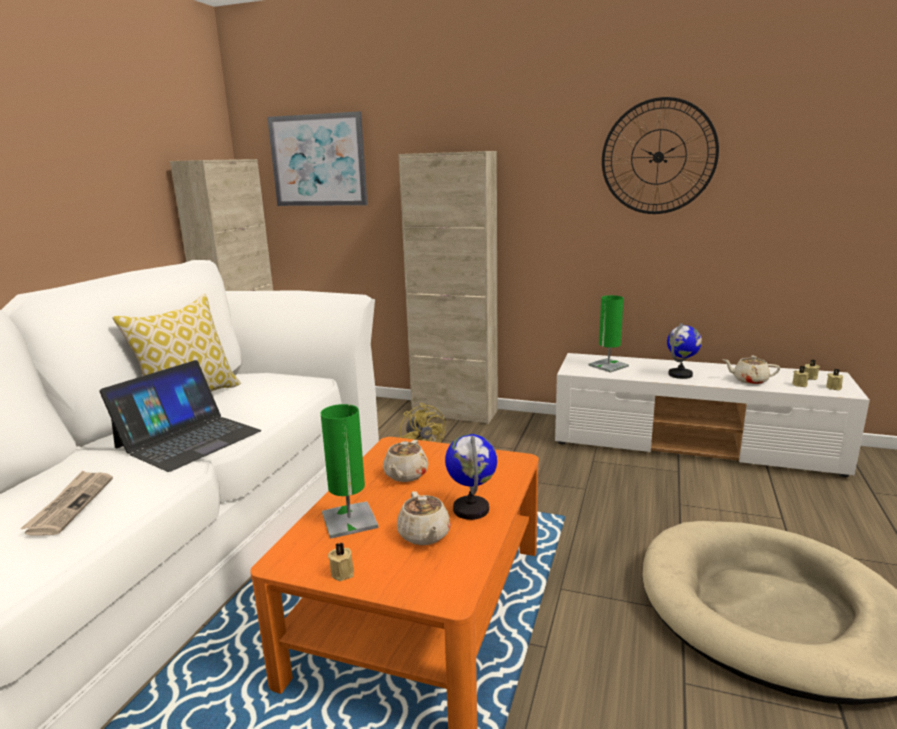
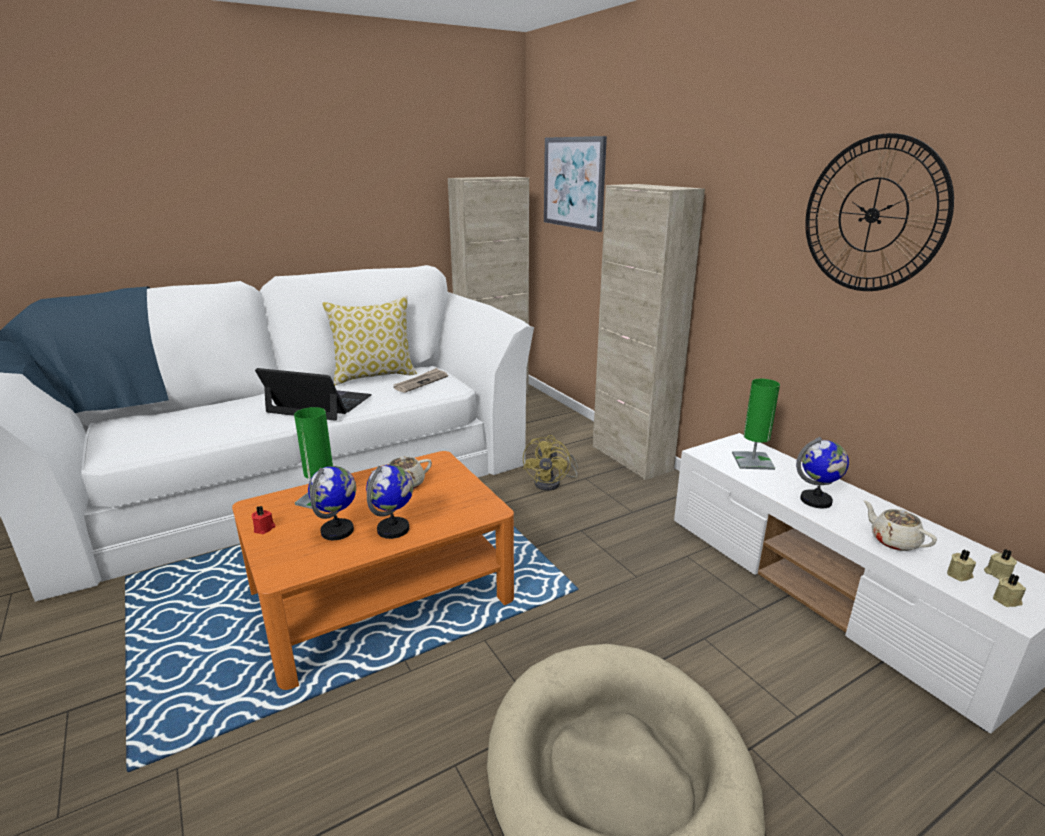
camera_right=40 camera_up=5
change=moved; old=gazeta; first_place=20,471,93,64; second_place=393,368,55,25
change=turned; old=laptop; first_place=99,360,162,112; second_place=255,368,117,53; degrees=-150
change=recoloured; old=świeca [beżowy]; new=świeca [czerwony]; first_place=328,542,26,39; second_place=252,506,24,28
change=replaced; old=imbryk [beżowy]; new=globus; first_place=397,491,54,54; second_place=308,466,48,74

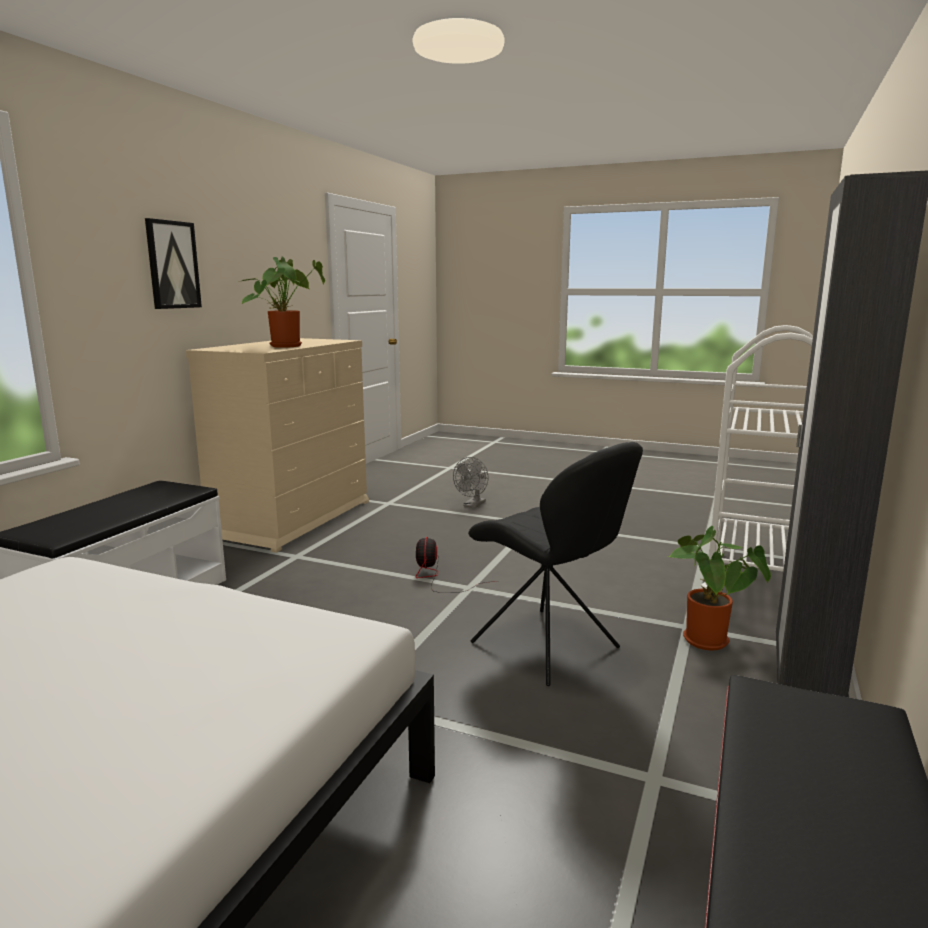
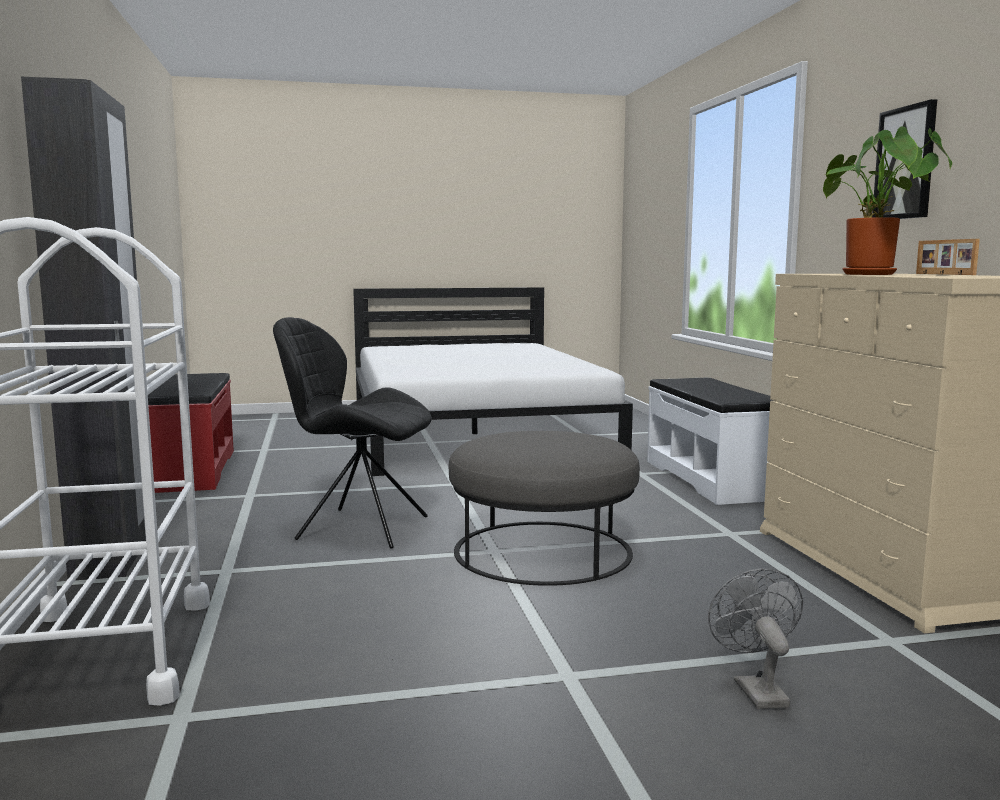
camera_right=145 camera_up=-5
change=replaced; old=wentylator; new=pufa [szary]; first_place=416,537,70,56; second_place=449,431,191,155
change=removed; old=roślina doniczkowa; first_place=668,526,103,124
change=added; new=ramka na zdjęcie; second_place=916,239,64,36

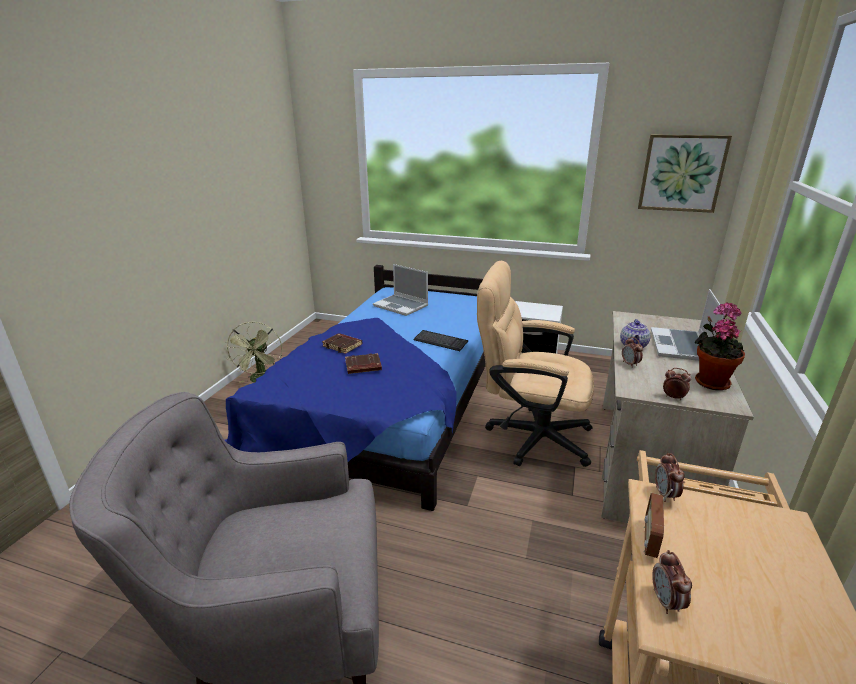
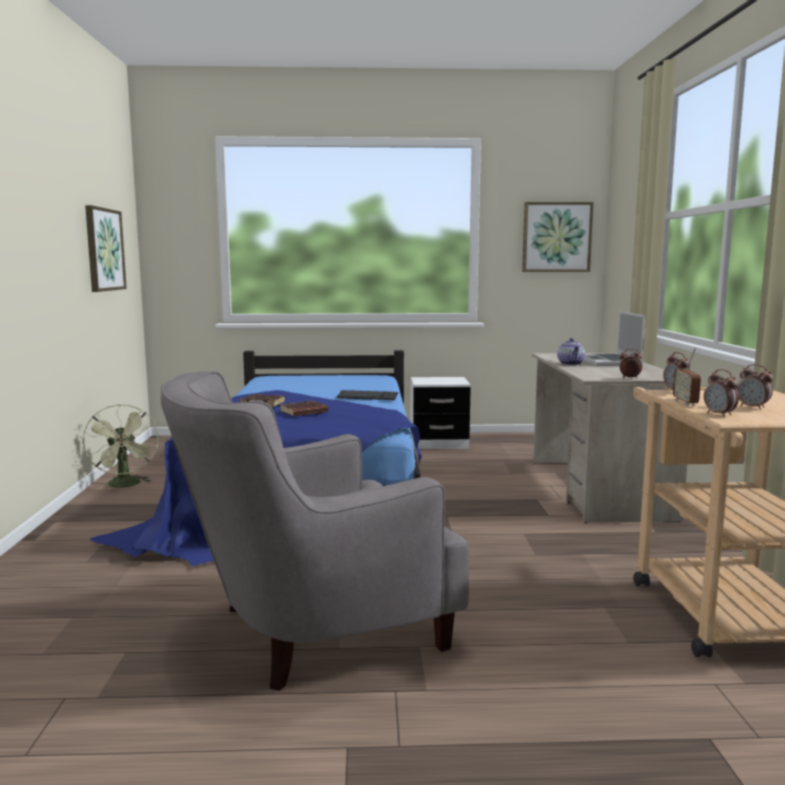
camera_right=-20 camera_up=-15
change=removed; old=laptop; first_place=373,264,55,52
change=removed; old=krzesło biurowe [beżowy]; first_place=477,261,117,206
change=moved; old=budzik; first_place=622,337,21,31; second_place=737,364,36,46
change=removed; old=roślina doniczkowa; first_place=695,302,50,88
change=added; new=obraz; second_place=85,205,42,87

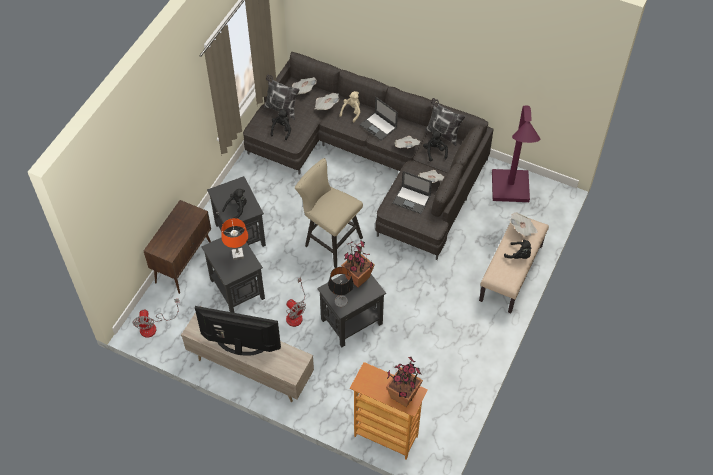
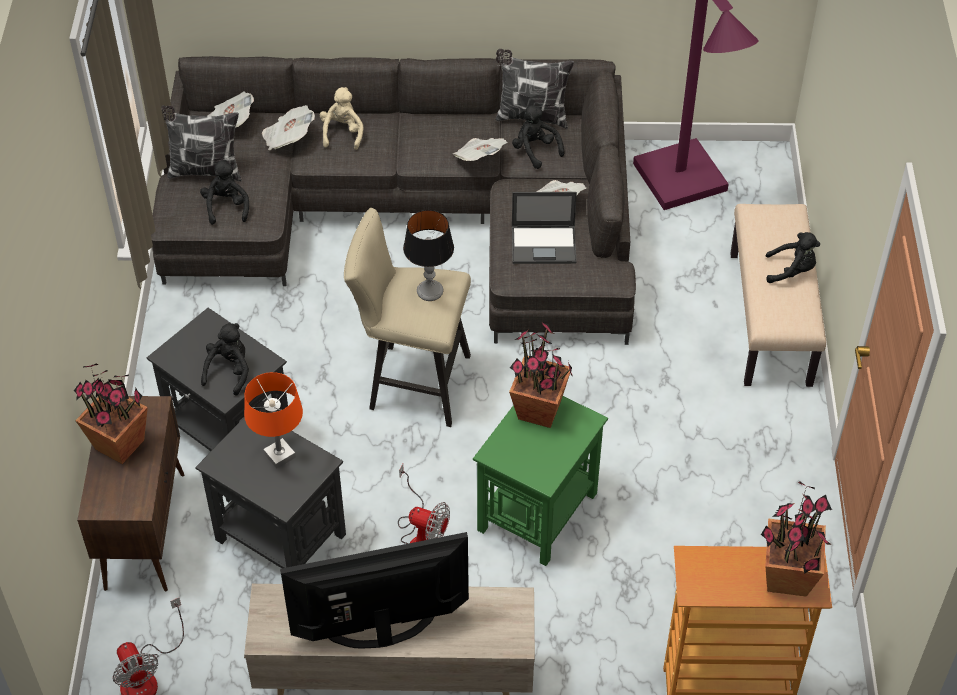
camera_right=-25 camera_up=-5
change=recoloured; old=stolik [czarny]; new=stolik [zielony]; first_place=317,274,69,73; second_place=473,396,135,170
change=moved; old=lampa stołowa; first_place=328,267,26,40; second_place=403,210,51,91
change=removed; old=laptop; first_place=360,97,38,44
change=removed; old=gazeta; first_place=510,213,28,24
change=added; new=roślina doniczkowa; second_place=74,363,74,101

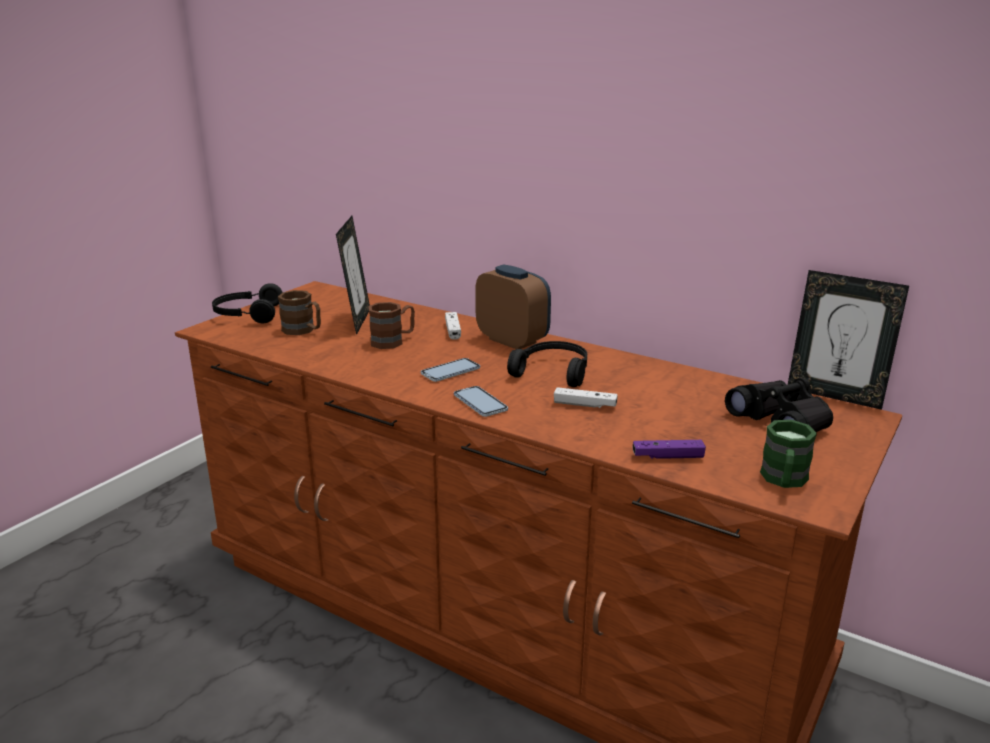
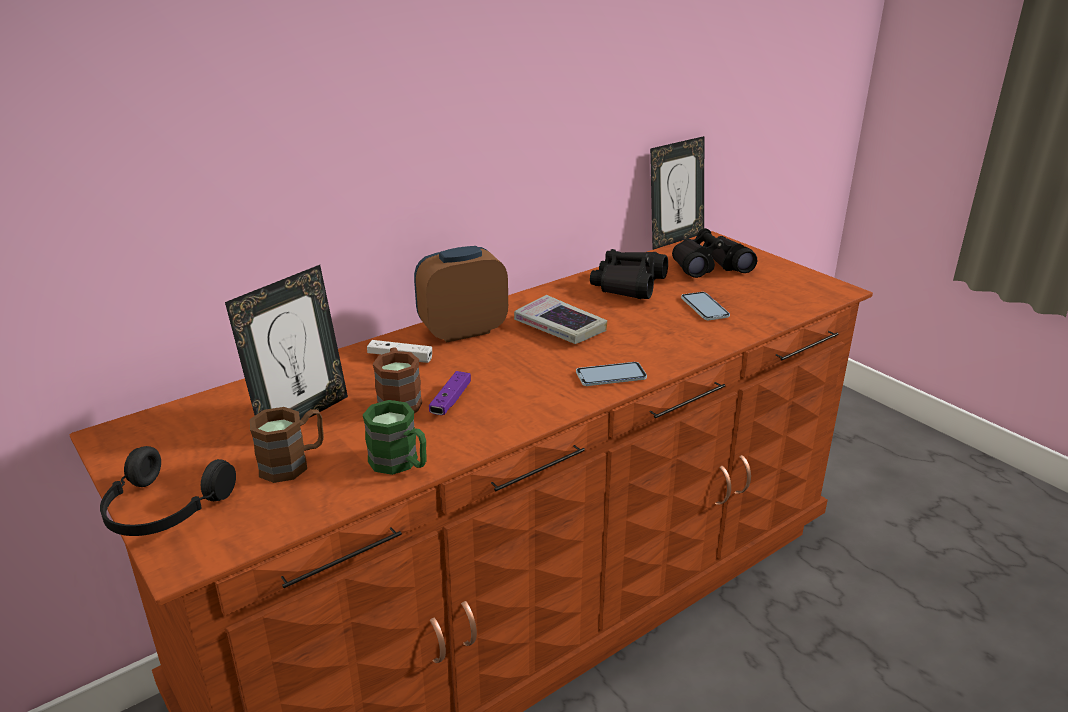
camera_right=-70 camera_up=5
change=turned; old=ramka na zdjęcie; first_place=336,216,34,119; second_place=225,265,123,155; degrees=105
change=moved; old=telefon; first_place=421,358,59,24; second_place=681,292,49,28
change=replaced; old=słuchawki [czarny]; new=książka; first_place=507,341,80,46; second_place=514,295,93,49
change=removed; old=pad do gier [biały]; first_place=554,387,64,21
change=moved; old=pad do gier [fioletowy]; first_place=633,440,73,19; second_place=429,371,42,44
change=moved; old=kubek [zielony]; first_place=760,420,57,68; second_place=363,400,63,75
change=added; new=lornetka [czarny]; second_place=590,249,78,50

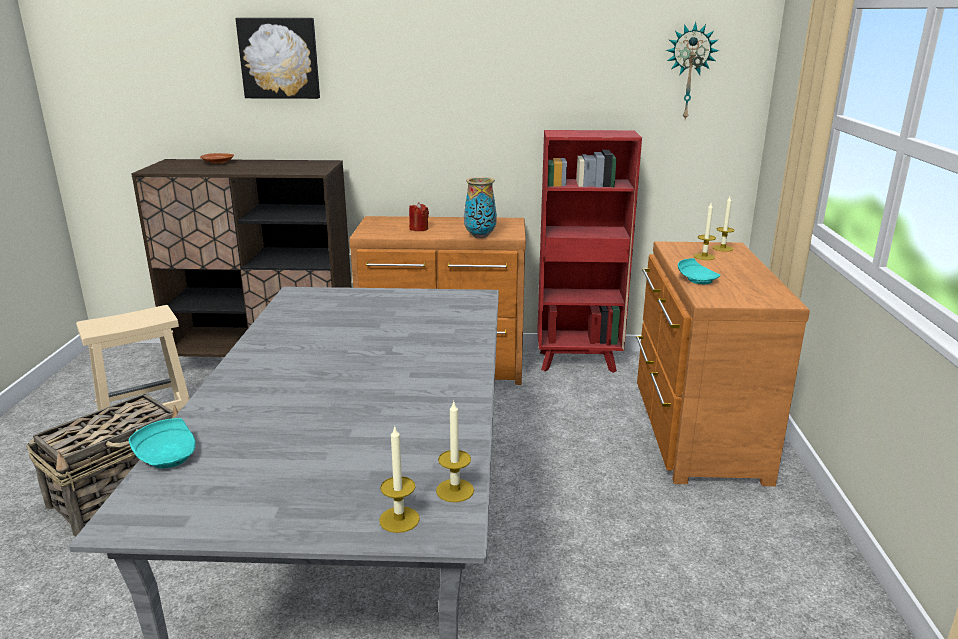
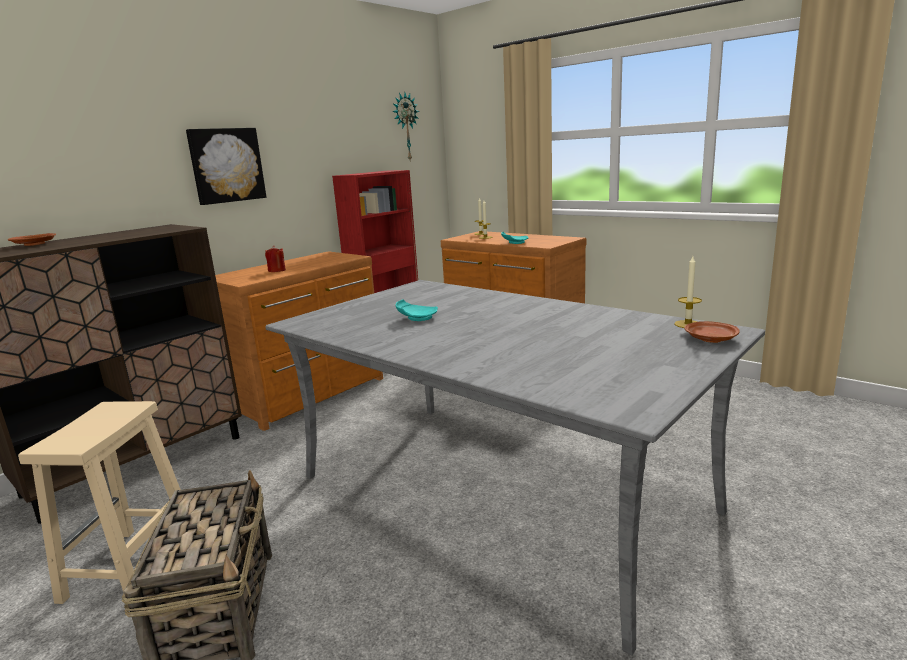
camera_right=-50 camera_up=-5
change=moved; old=talerz [turkusowy]; first_place=129,418,67,50; second_place=395,299,43,22
change=moved; old=obraz; first_place=236,18,84,81; second_place=186,128,80,77
change=replaced; old=świeca; new=talerz [brązowy]; first_place=379,425,41,108; second_place=685,321,55,22
change=removed; old=wazon; first_place=464,177,33,61

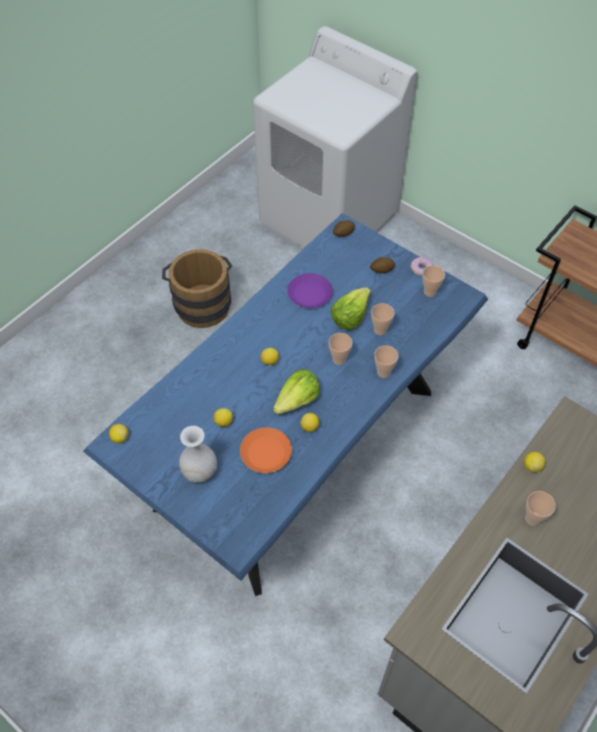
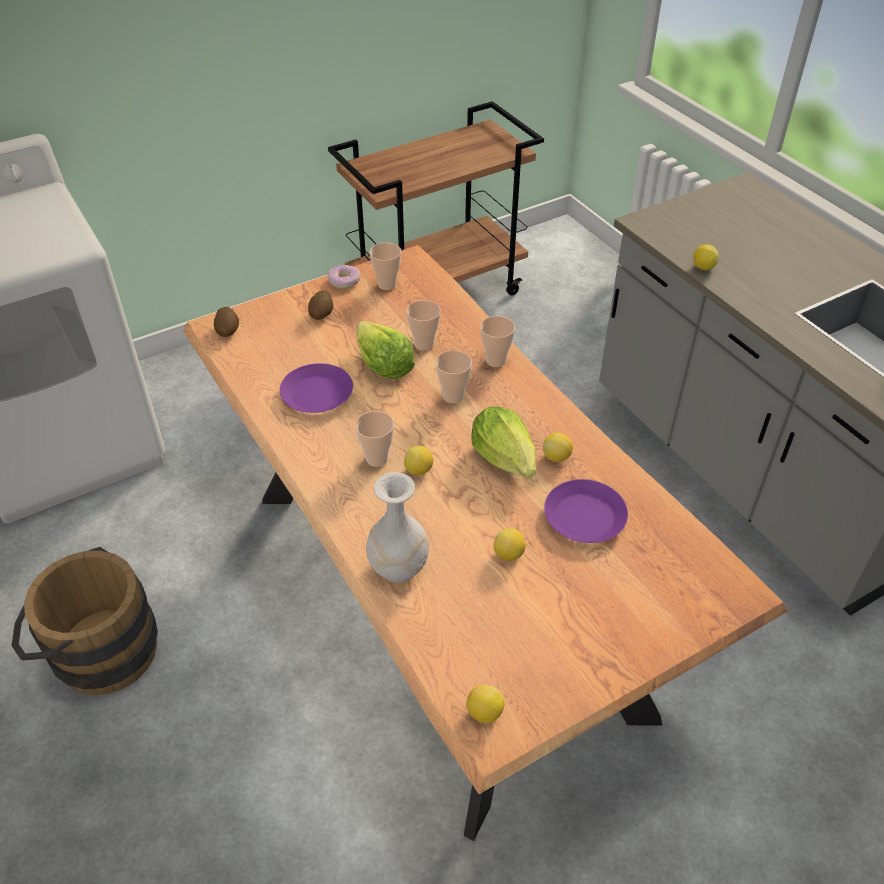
camera_right=-70 camera_up=-10
change=recoloured; old=stół jadalny [niebieski]; new=stół jadalny [brązowy]; first_place=83,213,405,383; second_place=183,245,605,596
change=moved; old=wazon [biały]; first_place=179,426,38,57; second_place=366,472,63,110
change=recoloured; old=talerz [pomarańczowy]; new=talerz [fioletowy]; first_place=240,427,52,46; second_place=544,479,84,64
change=moved; old=filiżanka; first_place=525,491,31,35; second_place=355,411,39,56

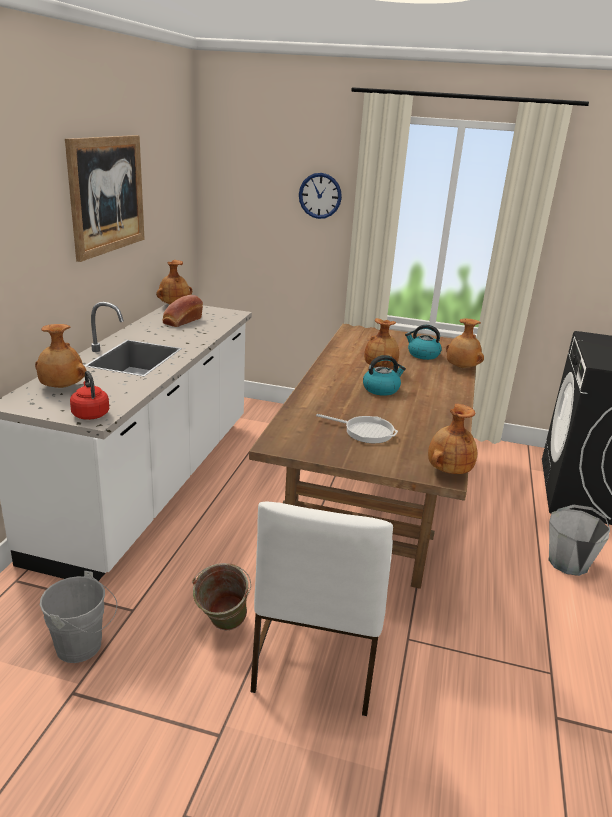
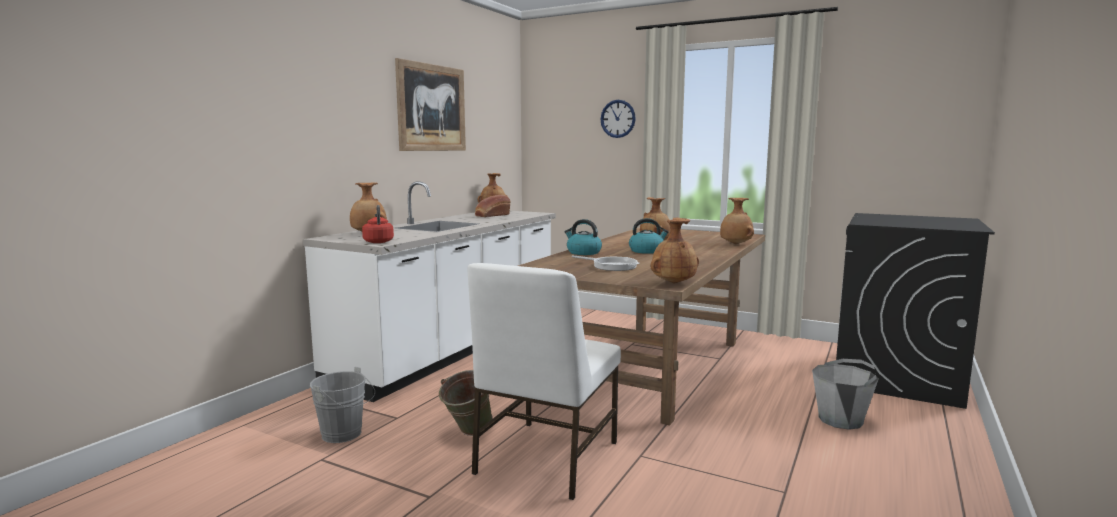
camera_right=15 camera_up=-15
change=moved; old=czajnik; first_place=405,325,37,35; second_place=565,219,37,36

